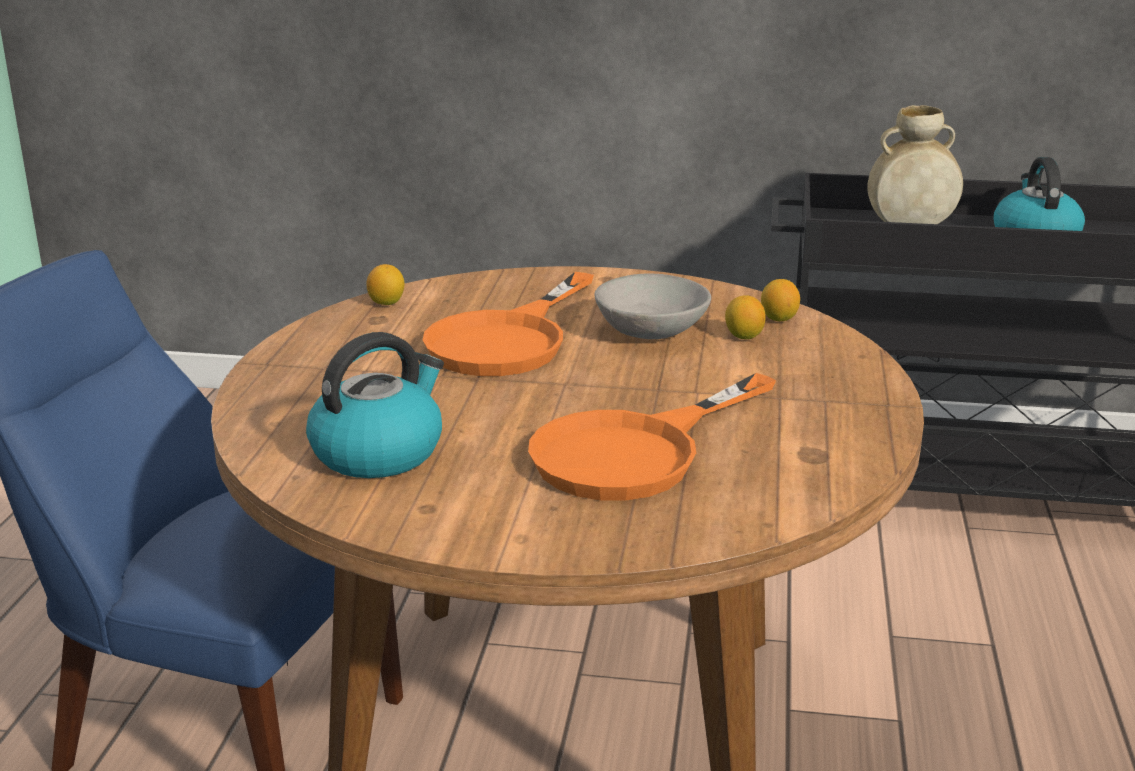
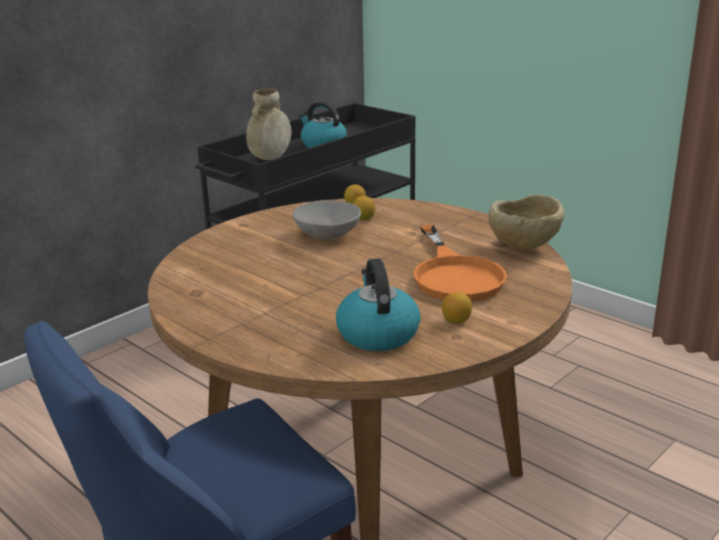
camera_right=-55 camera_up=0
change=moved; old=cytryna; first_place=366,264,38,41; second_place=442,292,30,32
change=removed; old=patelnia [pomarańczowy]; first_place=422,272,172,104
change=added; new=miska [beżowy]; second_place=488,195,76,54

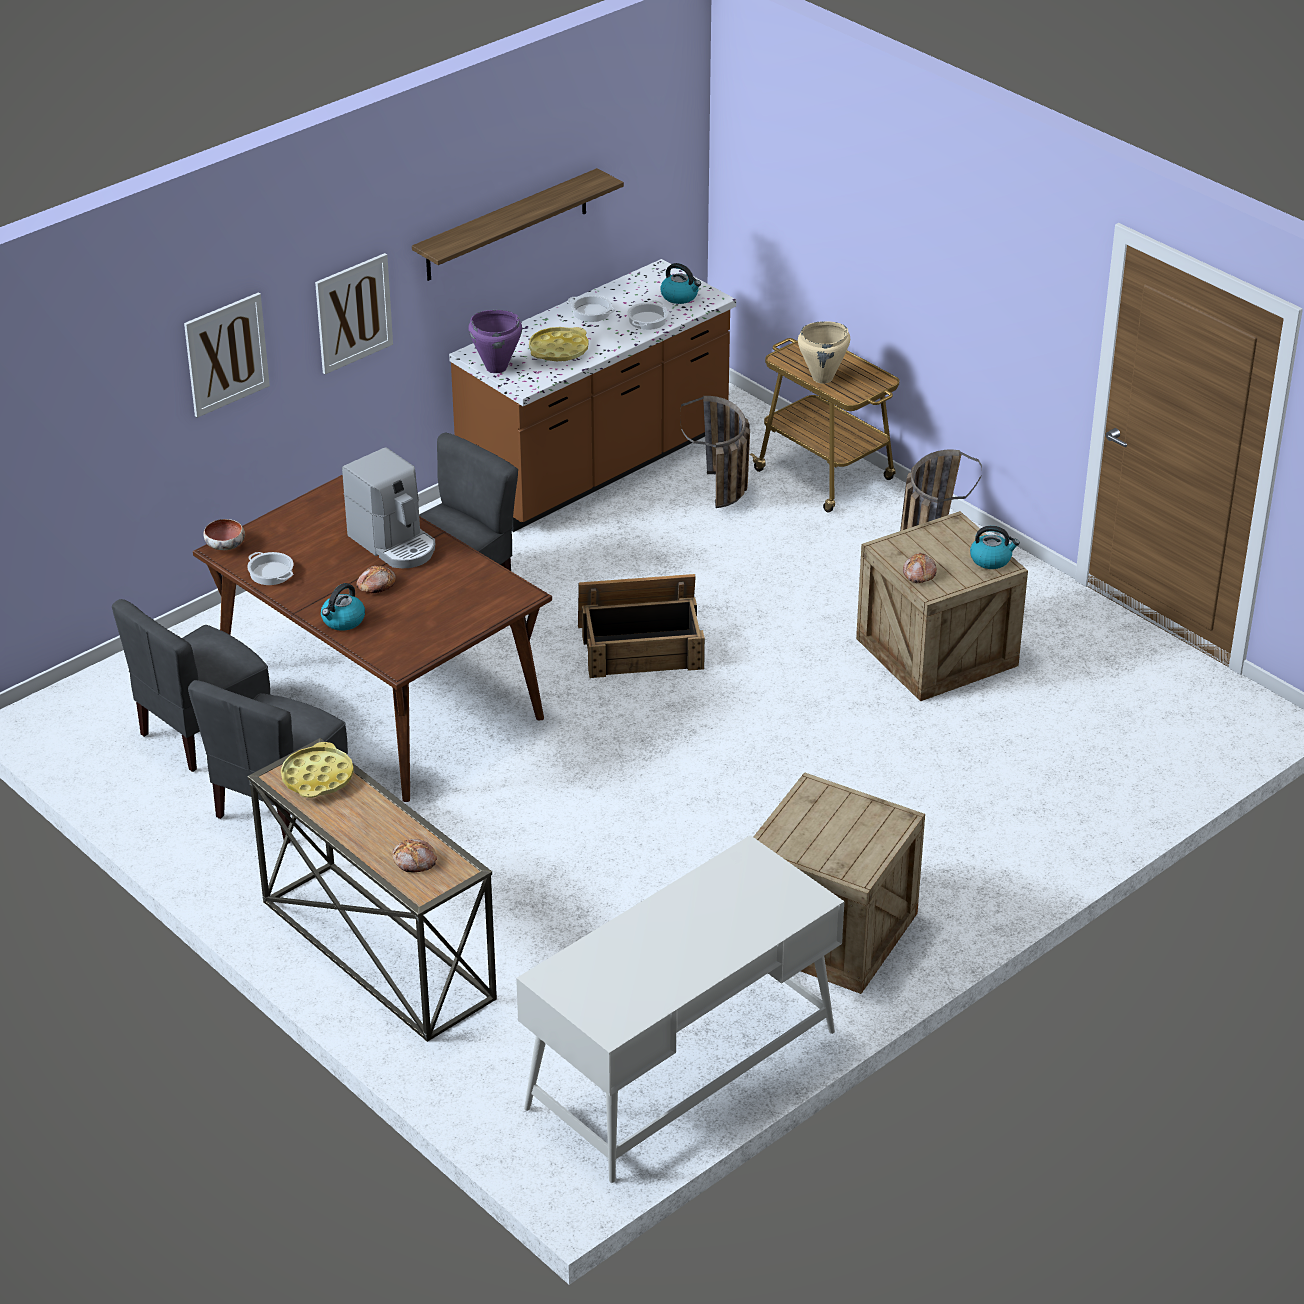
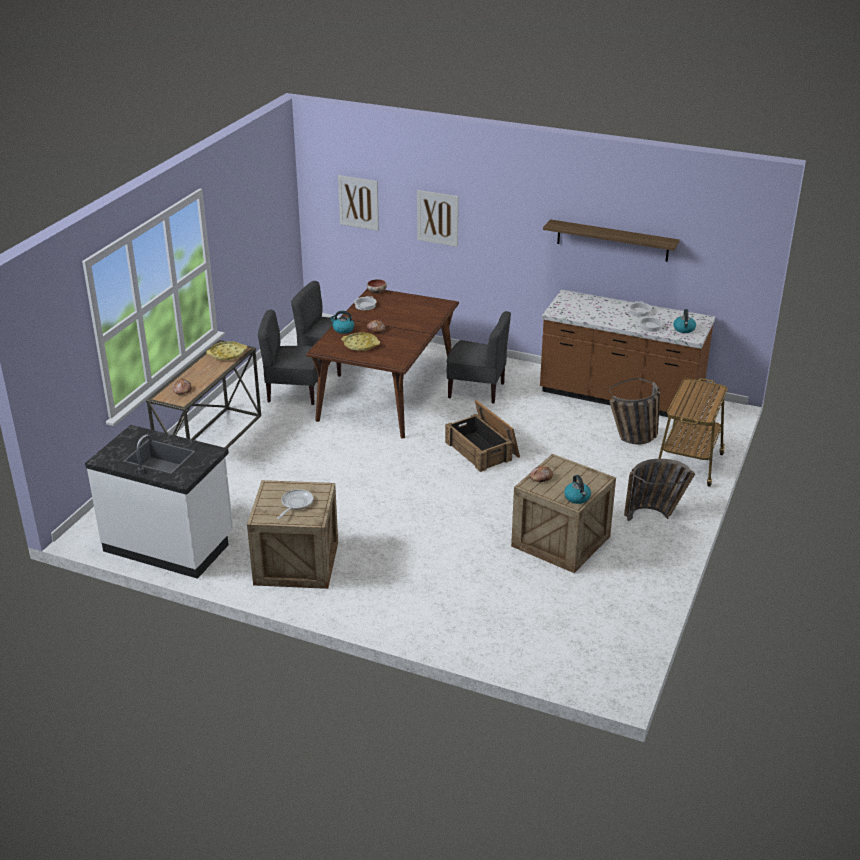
camera_right=65 camera_up=-5
change=moved; old=obraz; first_place=315,253,78,121; second_place=338,175,41,56
change=removed; old=ekspres do kawy; first_place=342,447,93,121
change=removed; old=garnek [fioletowy]; first_place=468,310,54,63
change=replaced; old=biurko [biały]; new=zabudowa kuchenna [biały]; first_place=516,835,328,348; second_place=85,425,148,154
change=moved; old=taca [żółty]; first_place=529,327,59,34; second_place=341,333,39,18
change=removed; old=garnek [beżowy]; first_place=798,321,52,63
change=added; new=patelnia; second_place=277,489,36,30

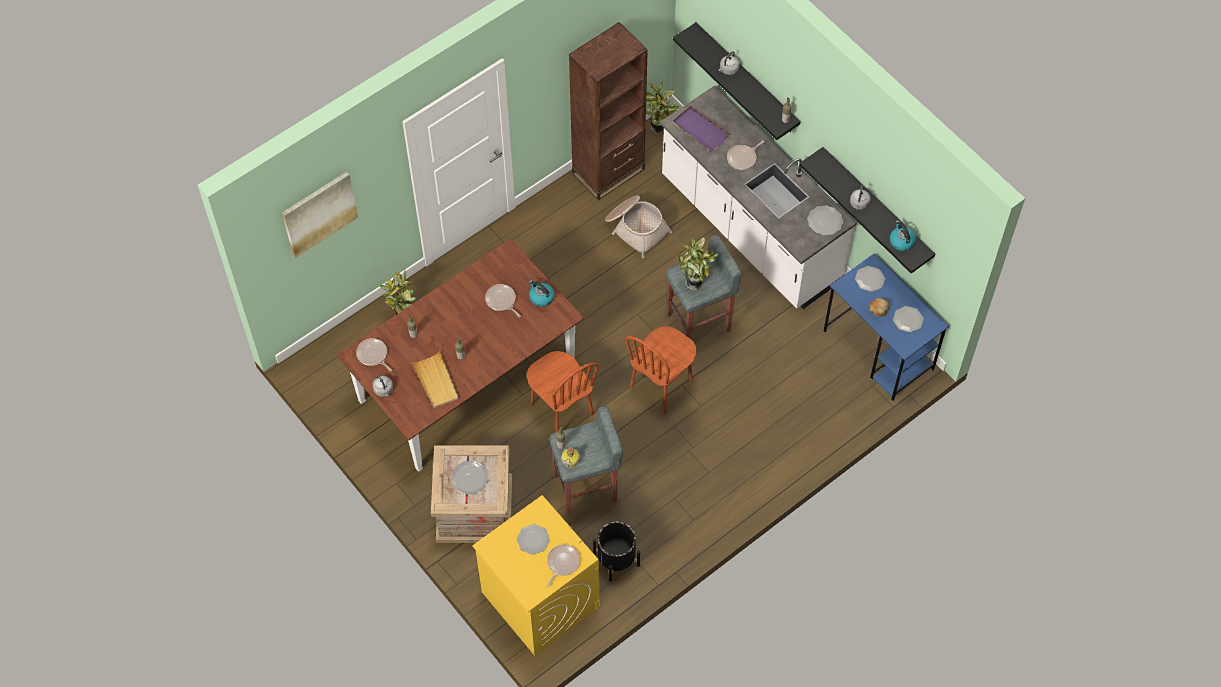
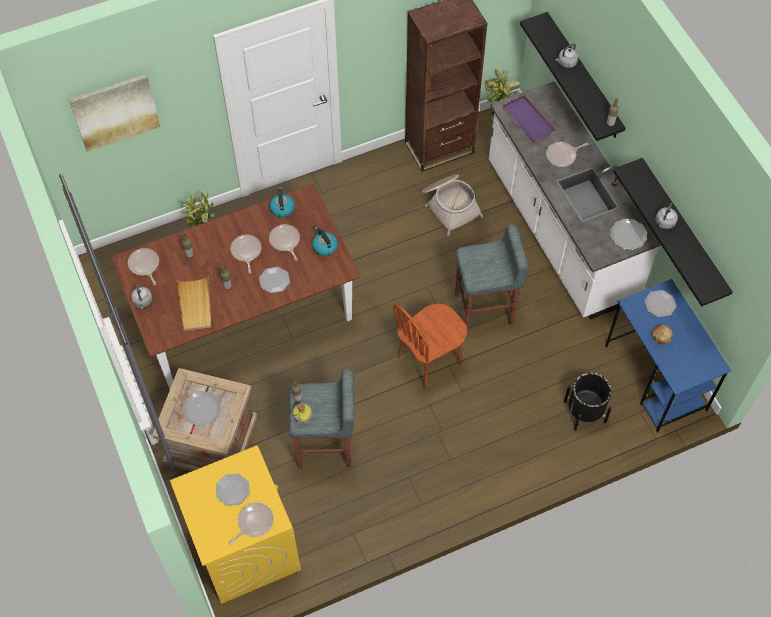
camera_right=15 camera_up=0
change=removed; old=krzesło [brązowy]; first_place=527,351,72,81
change=moved; old=donica [czarny]; first_place=593,521,47,61; second_place=564,373,48,58
change=removed; old=roślina doniczkowa; first_place=677,237,41,53
change=moved; old=czajnik; first_place=890,220,26,31; second_place=269,187,26,31
change=moved; old=talerz; first_place=893,306,31,27; second_place=259,267,31,26
change=added; new=patelnia; second_place=230,235,31,39

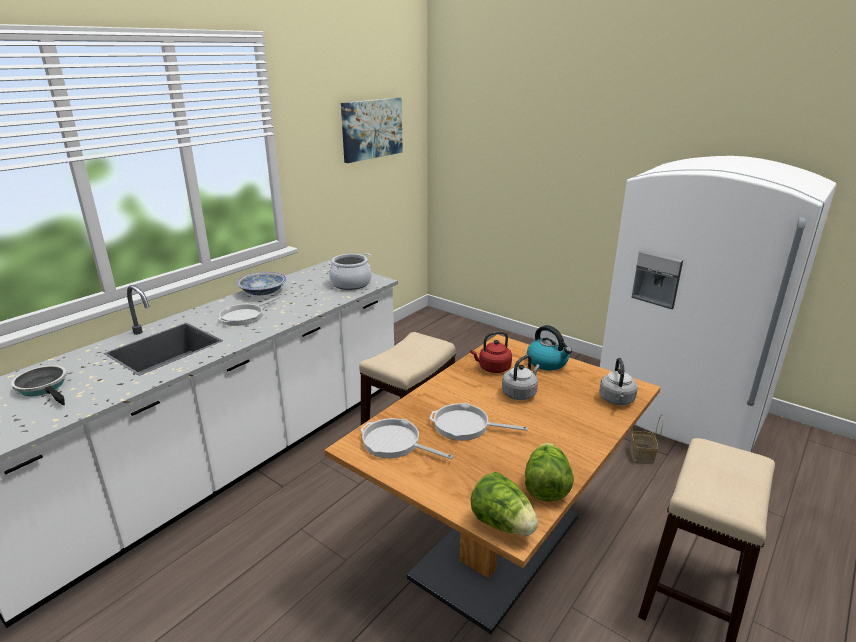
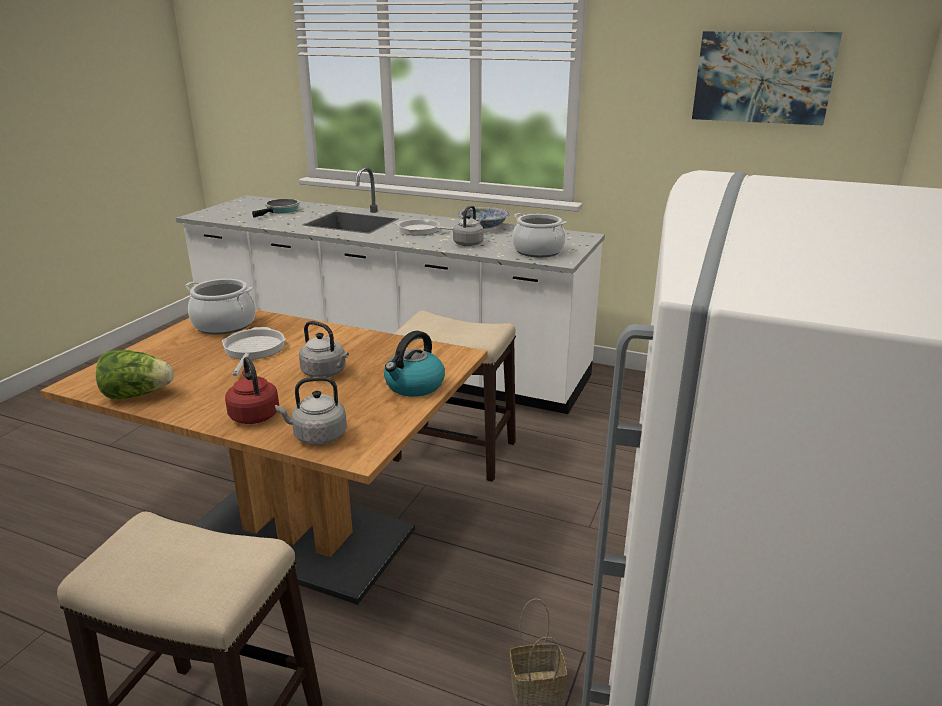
camera_right=75 camera_up=0
change=replaced; old=patelnia; new=garnek; first_place=360,418,93,41; second_place=185,279,71,56
change=moved; old=czajnik [czerwony]; first_place=470,331,42,42; second_place=225,357,54,67
change=removed; old=sałata; first_place=470,472,68,64
change=added; new=czajnik [szary]; second_place=453,205,31,41

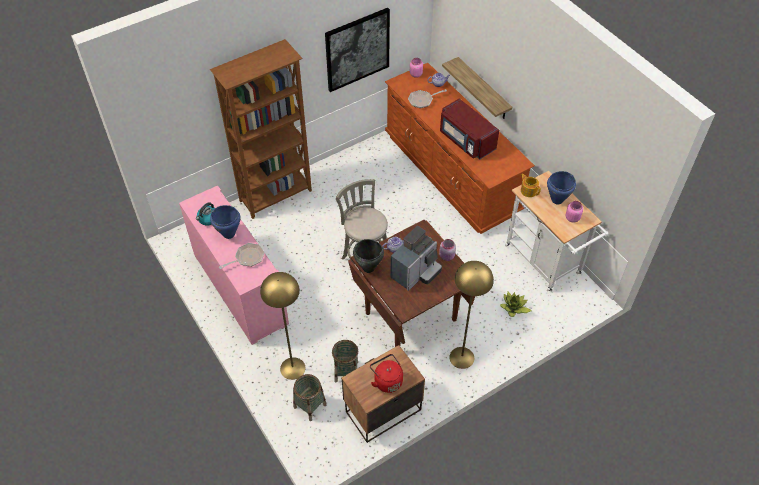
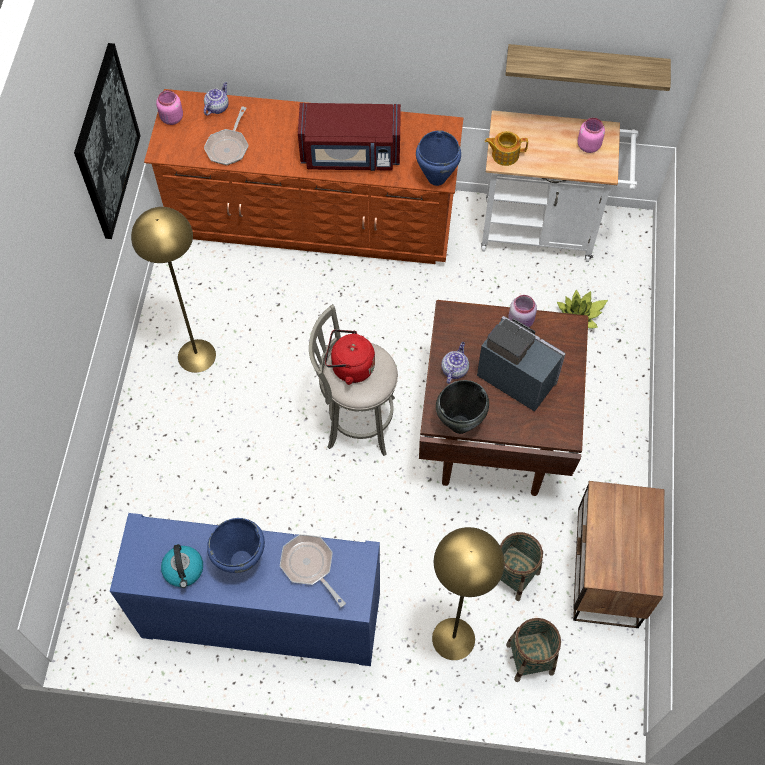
camera_right=-50 camera_up=10
change=recoloured; old=szafka [różowy]; new=szafka [niebieski]; first_place=179,186,110,159; second_place=110,513,270,153
change=removed; old=regał [brązowy]; first_place=210,39,102,180
change=turned; old=patelnia; first_place=219,243,46,26; second_place=280,534,66,73; degrees=-45
change=moved; old=czajnik [czerwony]; first_place=370,354,33,39; second_place=325,329,50,56
change=turned; old=ekspres do kawy; first_place=390,226,52,65; second_place=477,316,89,96; degrees=-45
change=moved; old=półka; first_place=442,57,70,62; second_place=505,44,166,47
change=moved; old=lampa stojąca [żółty]; first_place=449,261,45,108; second_place=131,207,85,166
change=moved; old=garnek [niebieski]; first_place=547,171,29,34; second_place=416,130,45,56

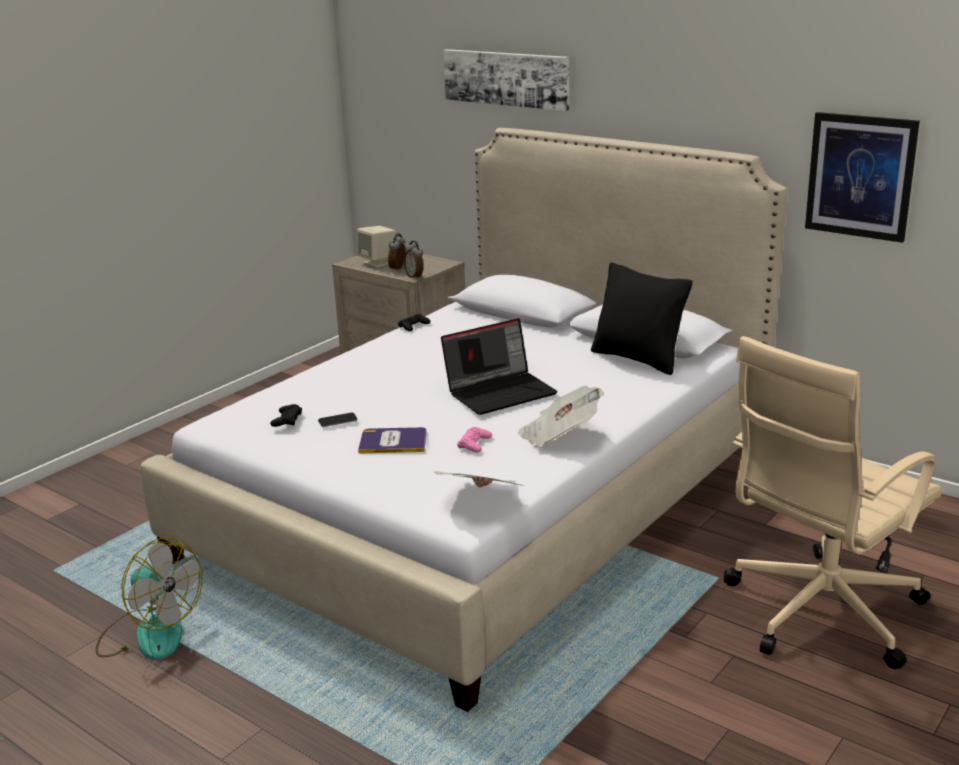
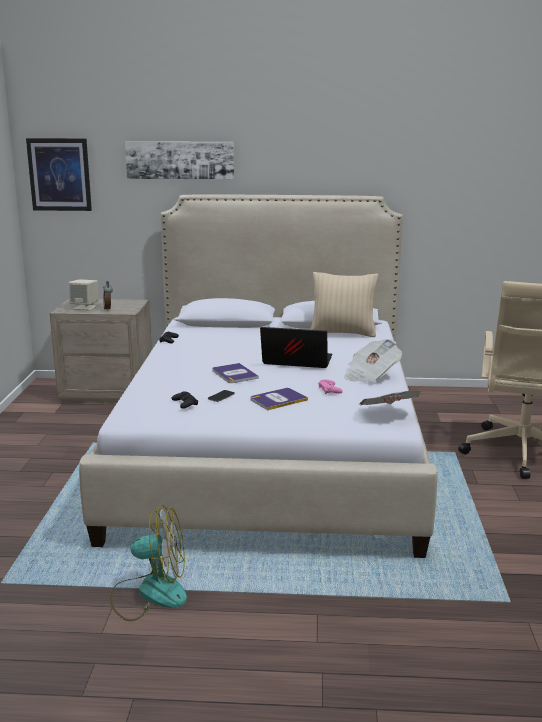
camera_right=-35 camera_up=-5
change=removed; old=budzik; first_place=404,241,19,39
change=turned; old=laptop; first_place=441,318,117,97; second_place=260,327,72,41; degrees=-105
change=recoloured; old=poduszka [czarny]; new=poduszka [beżowy]; first_place=591,262,101,113; second_place=310,272,68,65
change=moved; old=obraz; first_place=805,112,115,131; second_place=26,138,66,73
change=added; new=książka; second_place=212,363,47,20

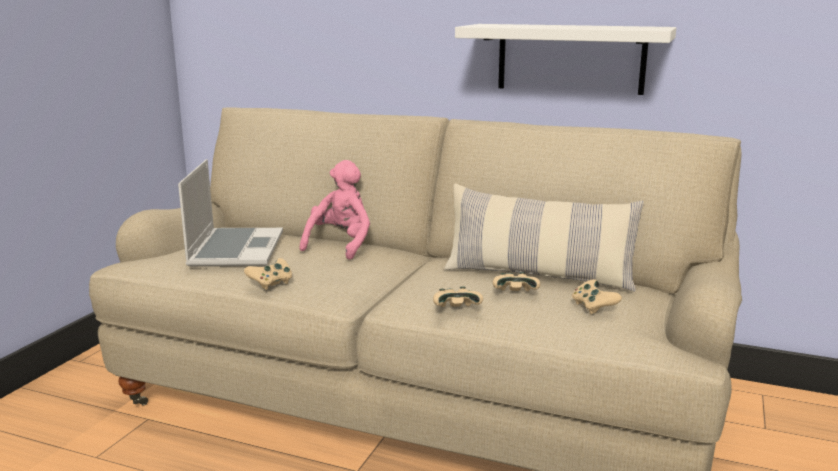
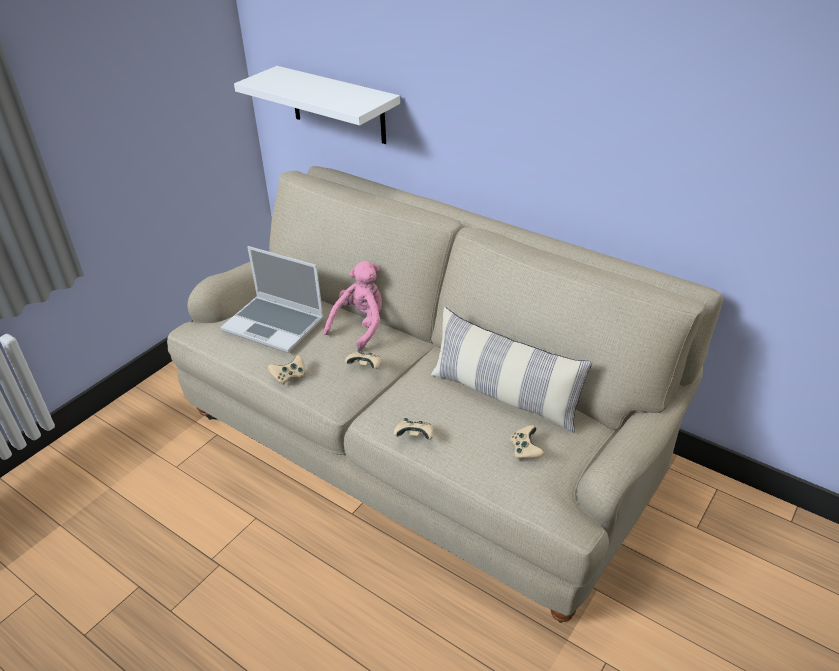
camera_right=15 camera_up=20
change=turned; old=laptop; first_place=178,159,105,108; second_place=220,246,104,107; degrees=105
change=moved; old=półka [biały]; first_place=455,24,221,71; second_place=234,66,166,78
change=moved; old=pad do gier [beżowy]; first_place=493,272,48,19; second_place=345,350,36,20

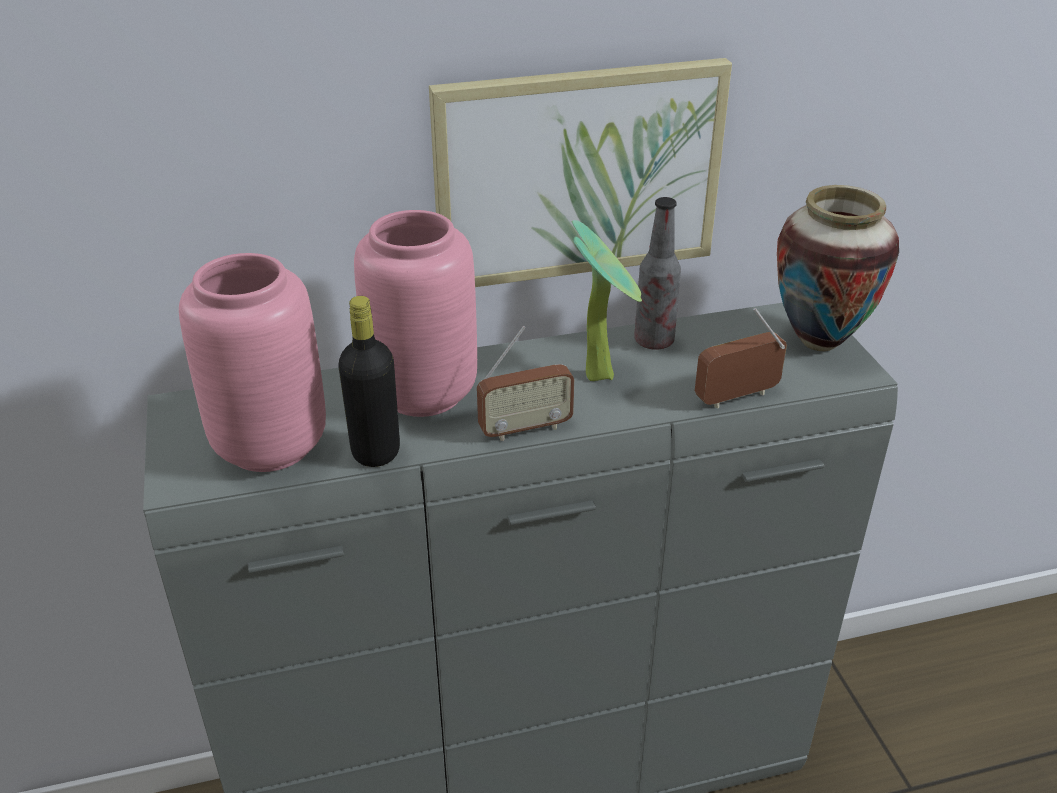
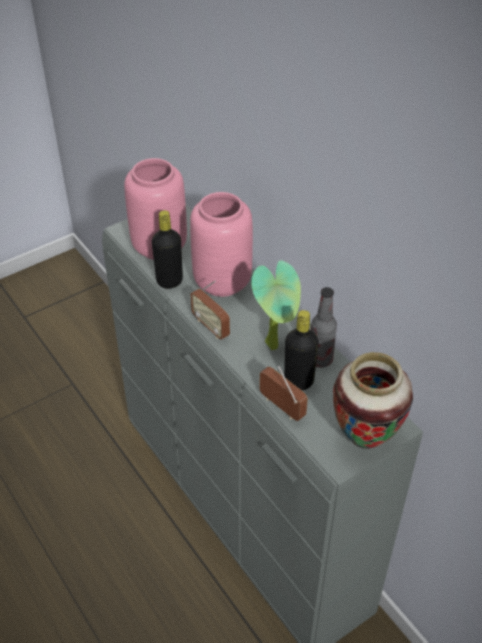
camera_right=70 camera_up=10
change=removed; old=obraz; first_place=429,58,303,229
change=added; new=butelka [czarny]; second_place=284,310,35,80

